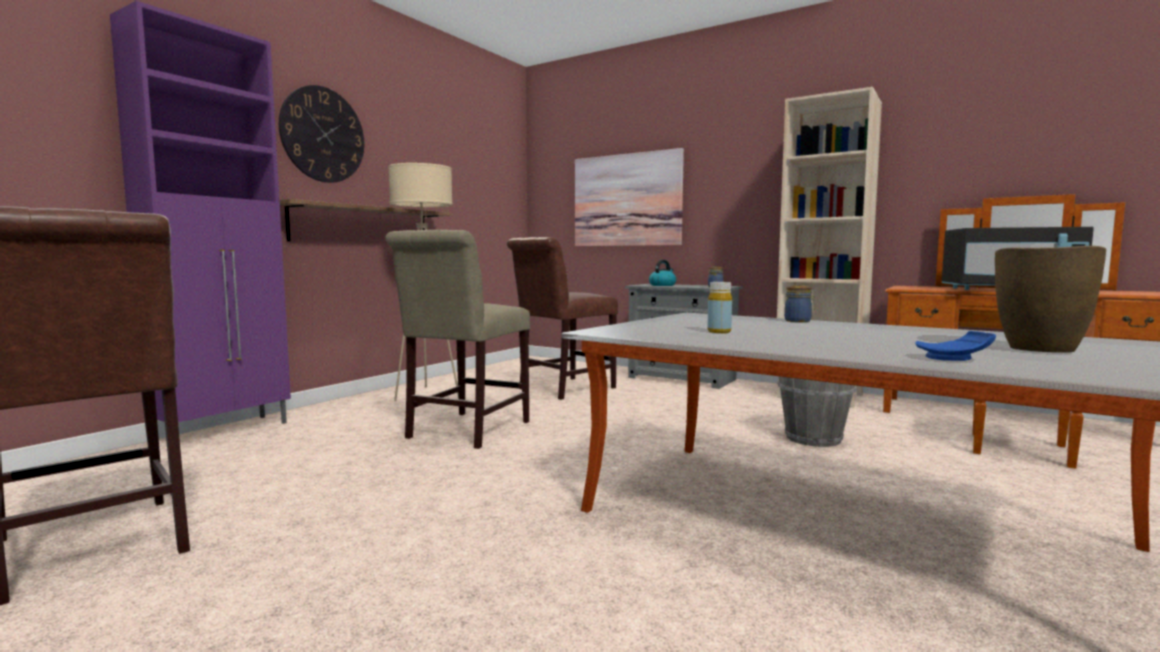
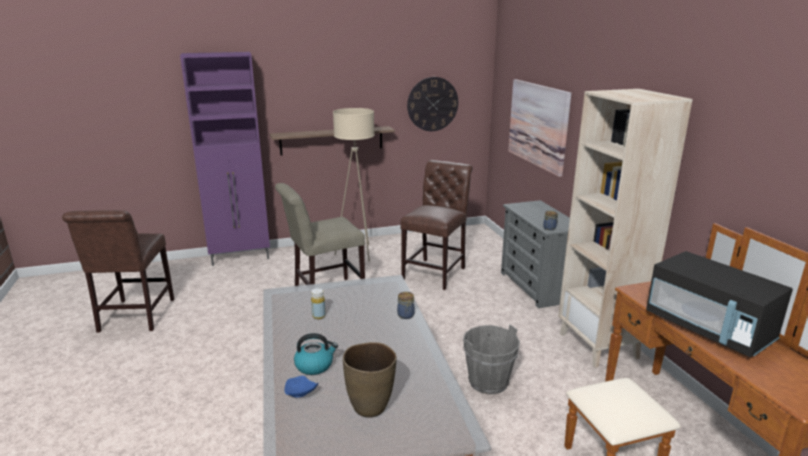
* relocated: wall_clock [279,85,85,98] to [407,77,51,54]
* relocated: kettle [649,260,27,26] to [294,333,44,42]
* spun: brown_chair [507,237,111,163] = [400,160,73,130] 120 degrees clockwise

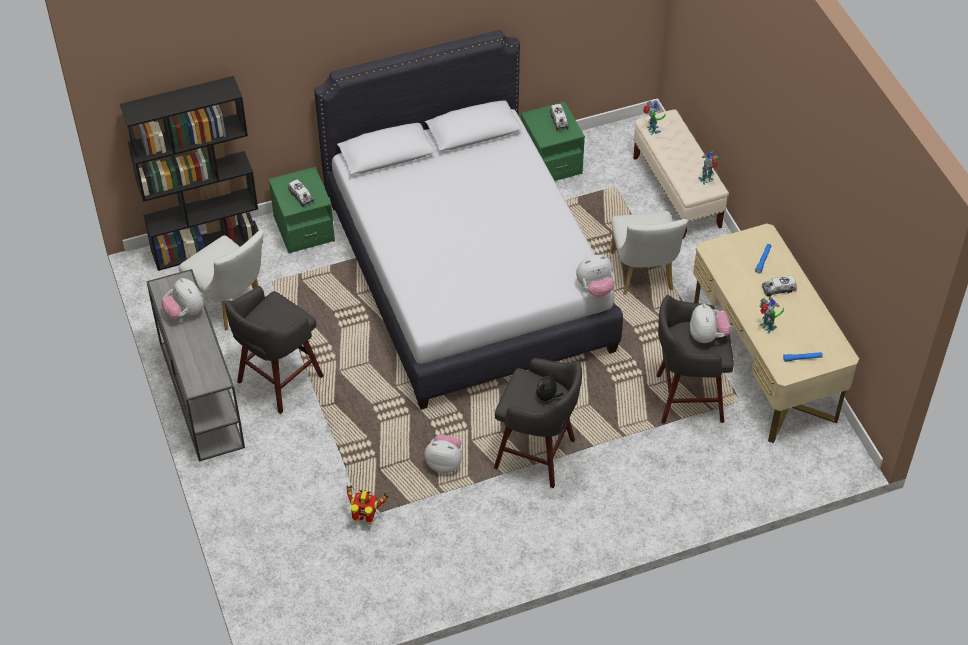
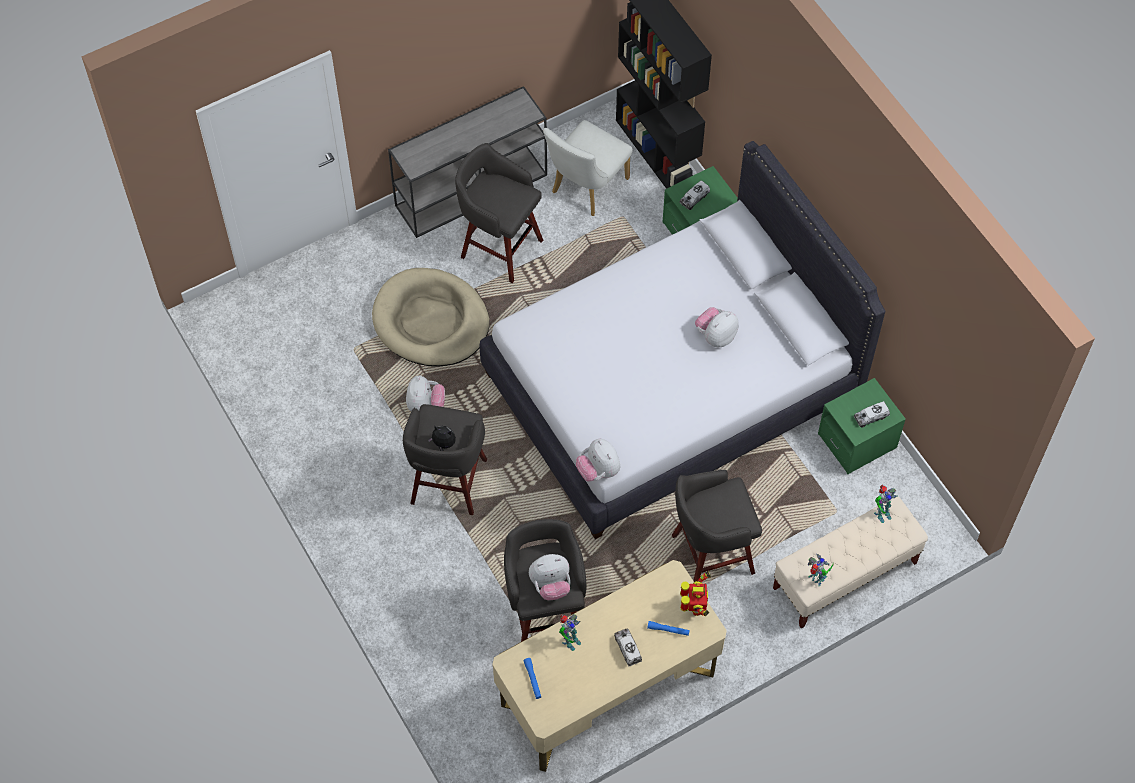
* appeared: beige_dog_bed [372,268,117,99]
* relocated: plush_toy [162,278,42,41] to [695,307,44,40]
* relocated: toy_robot [347,485,42,39] to [680,571,31,46]
* exchanged: white_chair [611,211,77,84] to grey_stool [672,470,90,112]

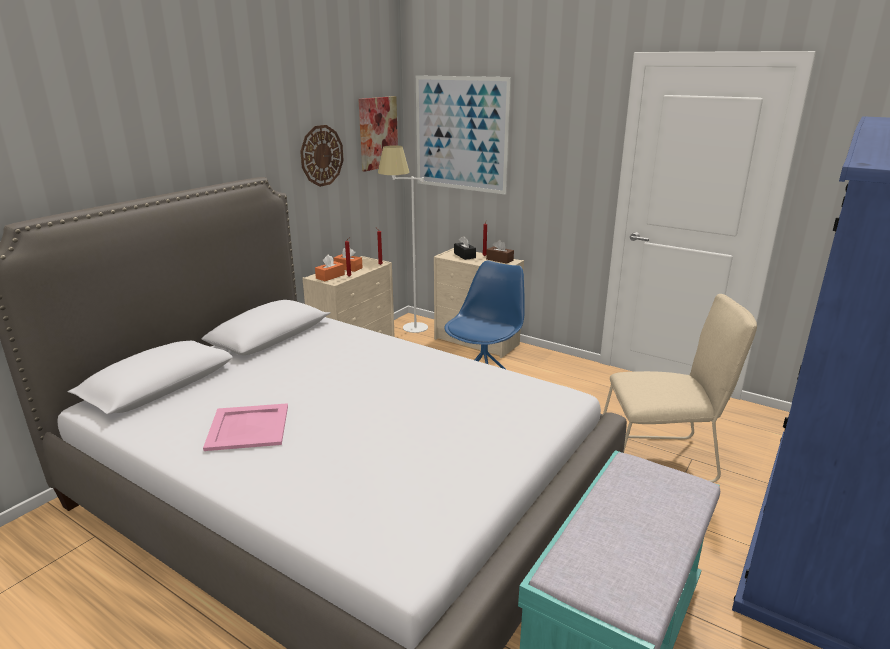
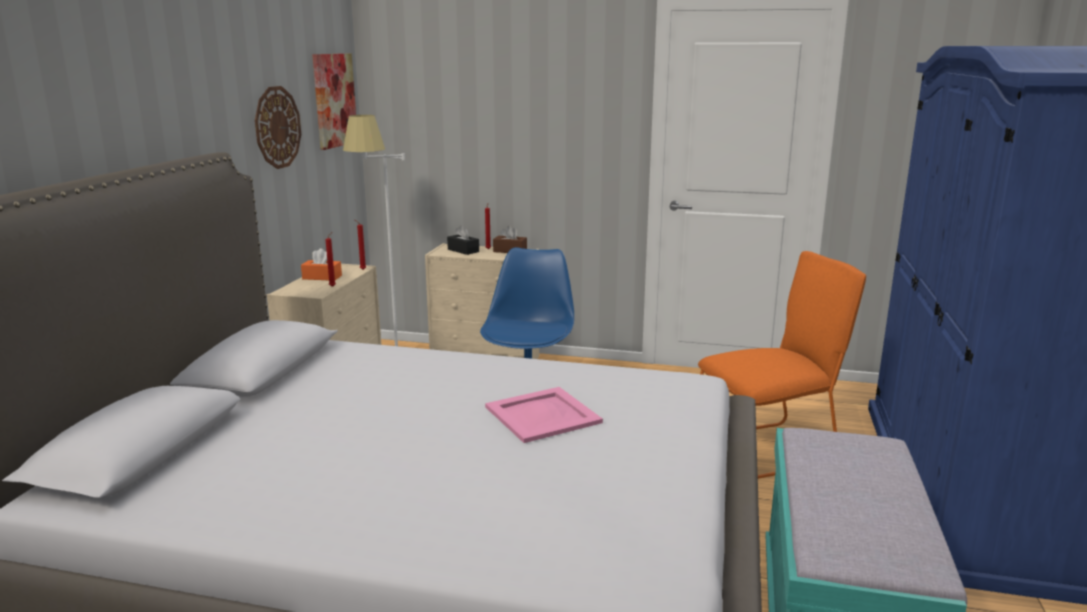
* missing: orange_tissue_box [315,255,30,26]
* missing: picture [416,75,95,120]
* relocated: pink_tray [203,403,85,48] to [485,387,118,56]
* colour: beige_chair [603,294,154,189] to orange_chair [698,251,168,228]

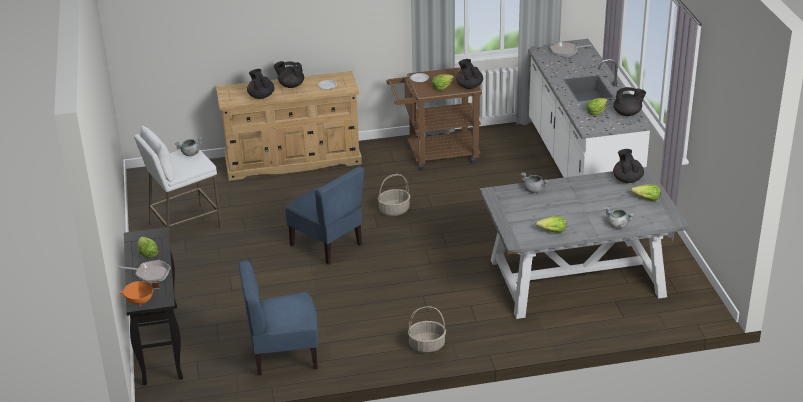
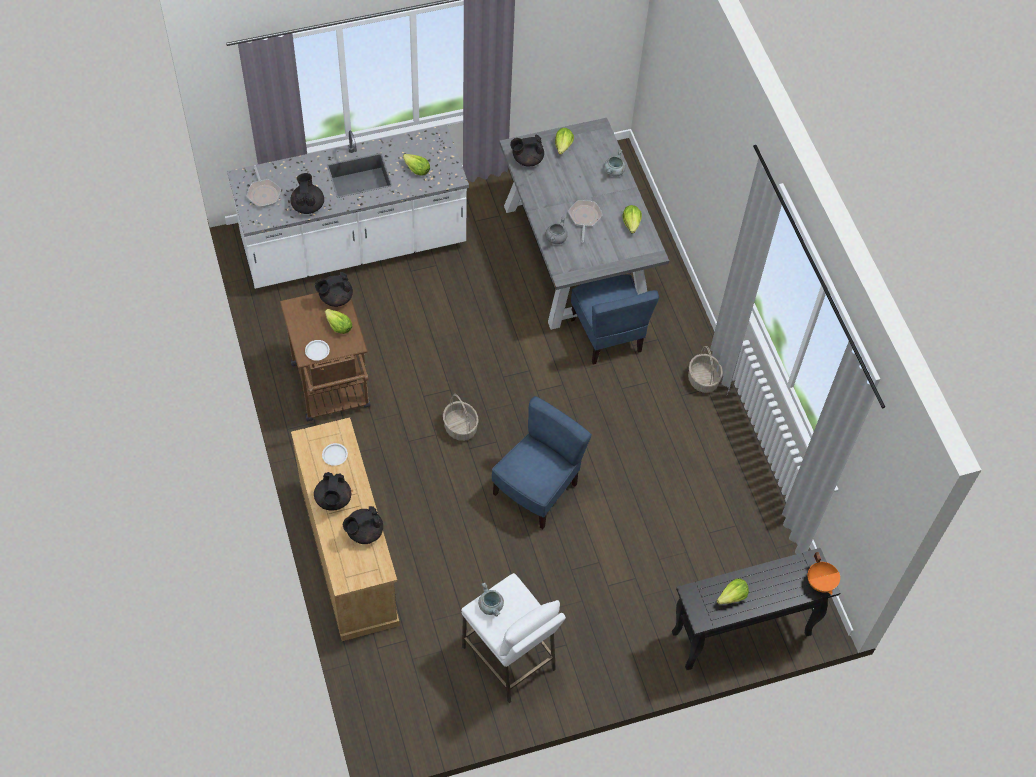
* relocated: frying_pan [118,260,53,23] to [568,200,35,43]
* relocated: blue_chair [239,260,79,115] to [570,274,89,90]
* relocated: black_teapot [613,87,33,29] to [291,173,33,41]

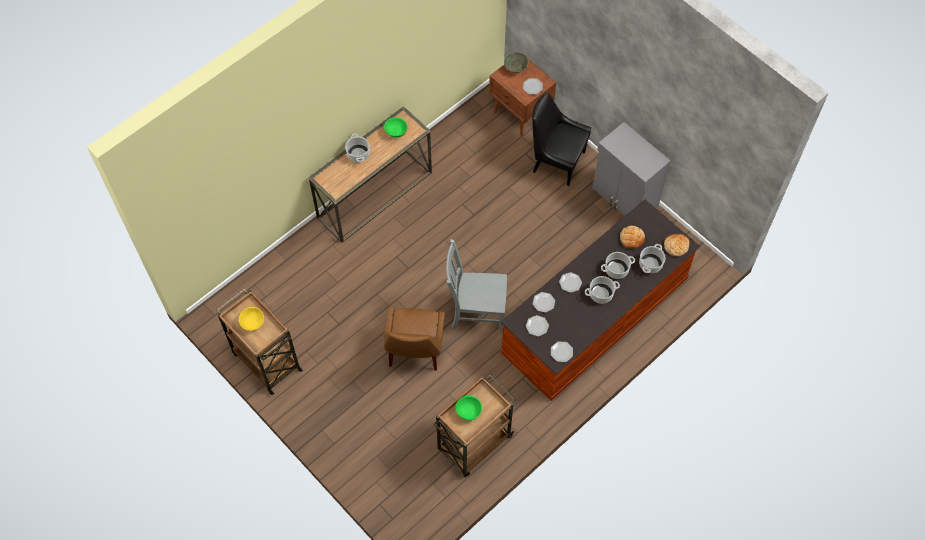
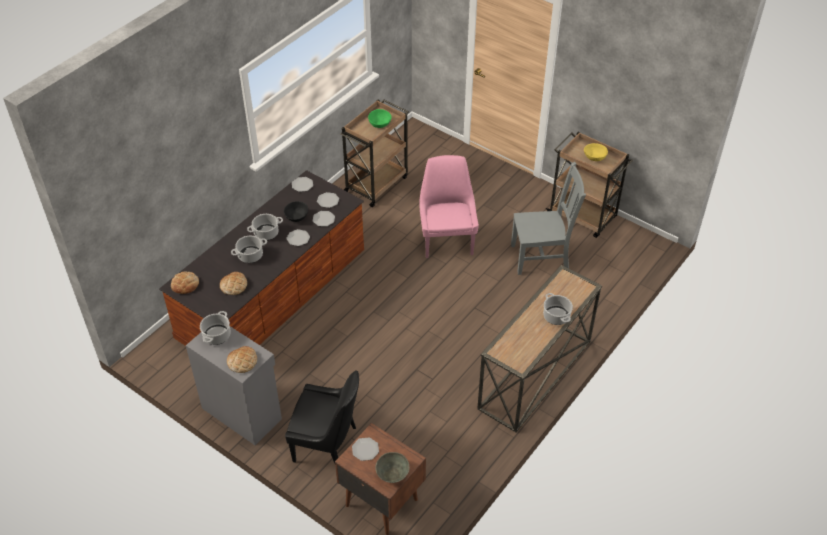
* missing: green_bowl [384,117,23,21]
* appeared: bread [227,346,30,27]
* appeared: black_bowl [284,201,24,21]
* relocated: grey_chair [446,239,61,93] to [511,162,75,113]
* relocated: cooking_pot [639,244,27,29] to [200,311,31,34]
* colour: brown_chair [384,308,61,63] to pink_chair [419,155,60,103]

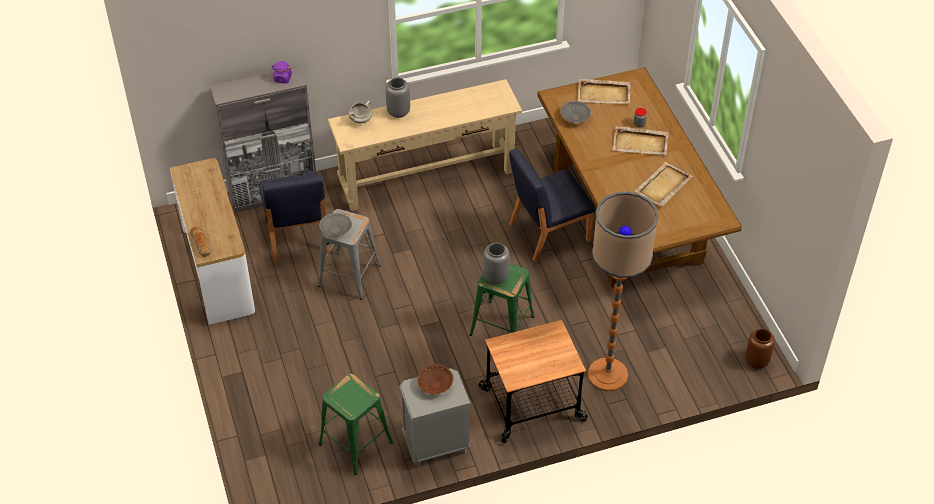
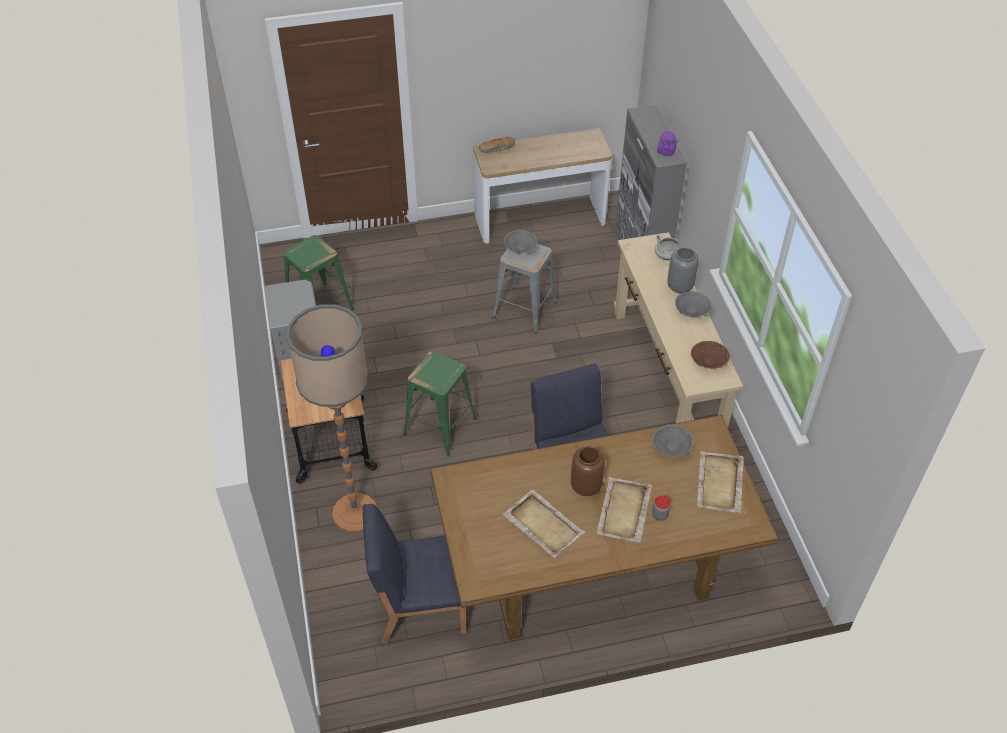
* missing: grey_vase [483,243,27,41]
* appeared: grey_bowl [675,291,37,26]
* relocated: blue_chair [259,172,71,90] to [363,504,103,140]
* relocated: brown_bowl [417,364,36,30] to [691,341,39,28]
* relocated: brown_vase [745,329,30,39] to [571,446,34,50]

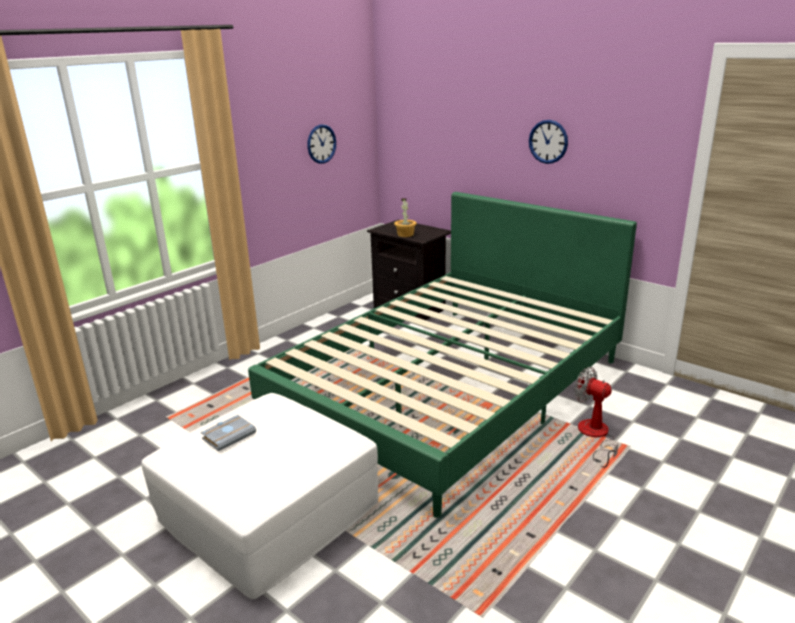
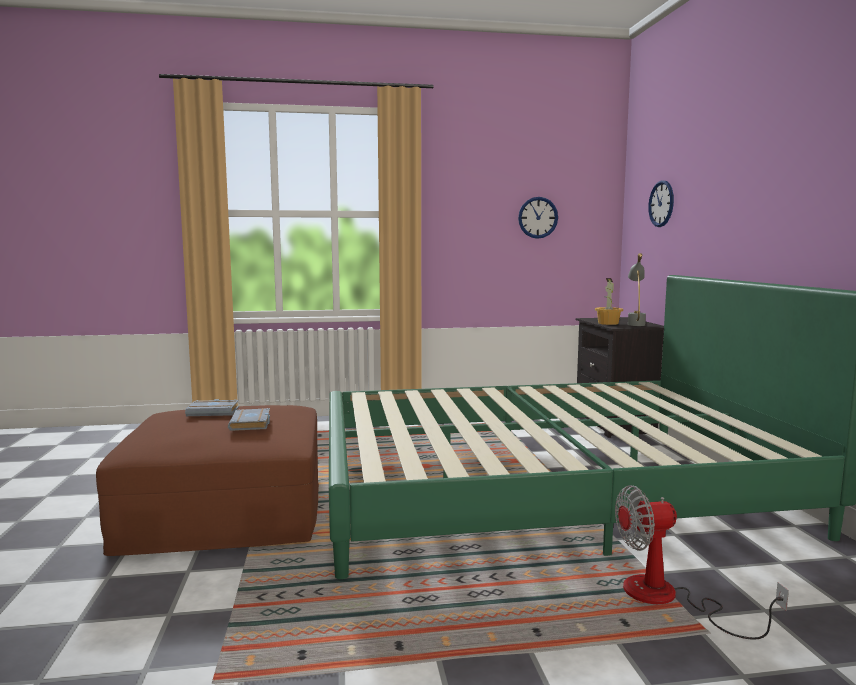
* appeared: grey_book [228,408,42,23]
* appeared: grey_table_lamp [628,253,18,73]
* relocated: wall_clock [529,120,39,44] to [648,180,26,47]
* colour: white_ottoman [141,393,237,206] to brown_ottoman [96,405,223,151]
* spun: fan [575,367,44,101] = [615,485,174,155] 90 degrees counterclockwise

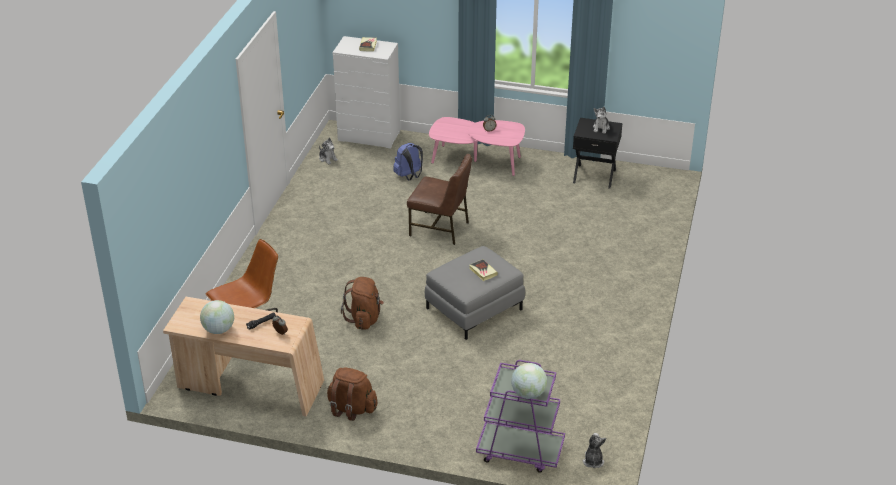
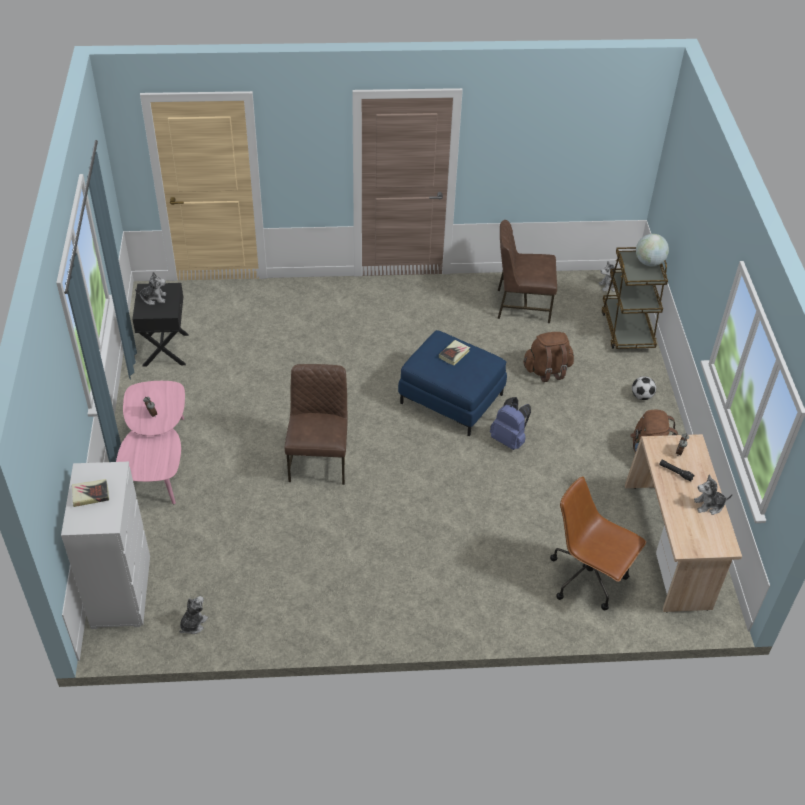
* appeared: brown_chair [498,220,59,103]
* appeared: football [632,376,24,24]
* relocated: brown_backpack [341,277,43,53] to [523,332,51,50]
* relocated: blue_backpack [393,143,30,37] to [490,397,41,53]
* exchanged: globe [200,300,34,34] to plush_toy [694,474,39,41]
* colour: grey_ottoman [425,246,100,94] to blue_ottoman [398,330,109,106]
* colour: purple_cart [476,360,89,113] to brown_cart [602,247,66,102]

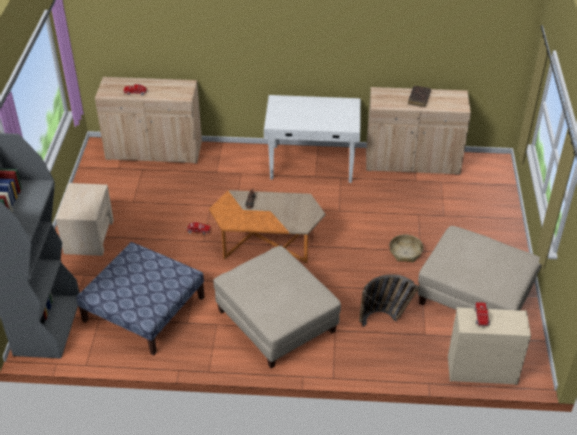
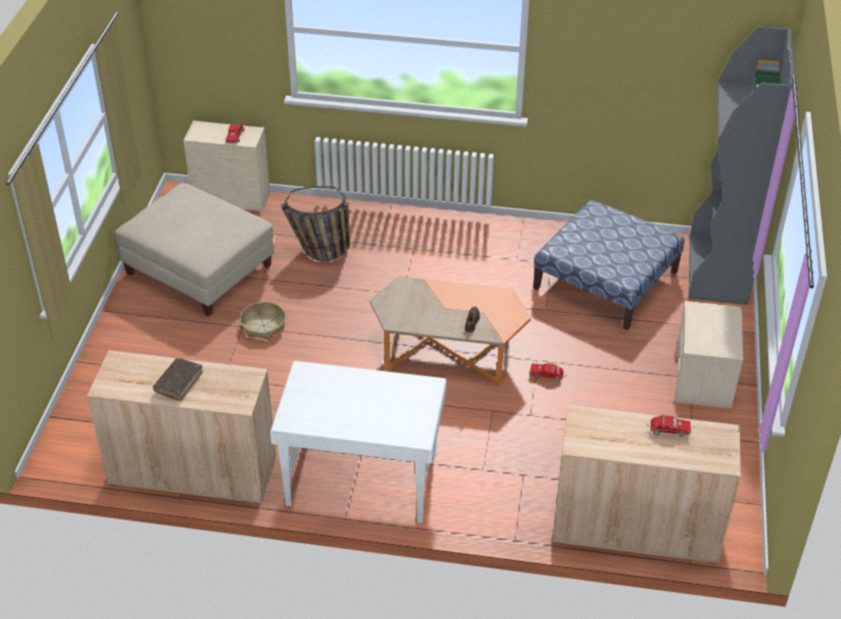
* missing: beige_ottoman [214,246,127,122]

